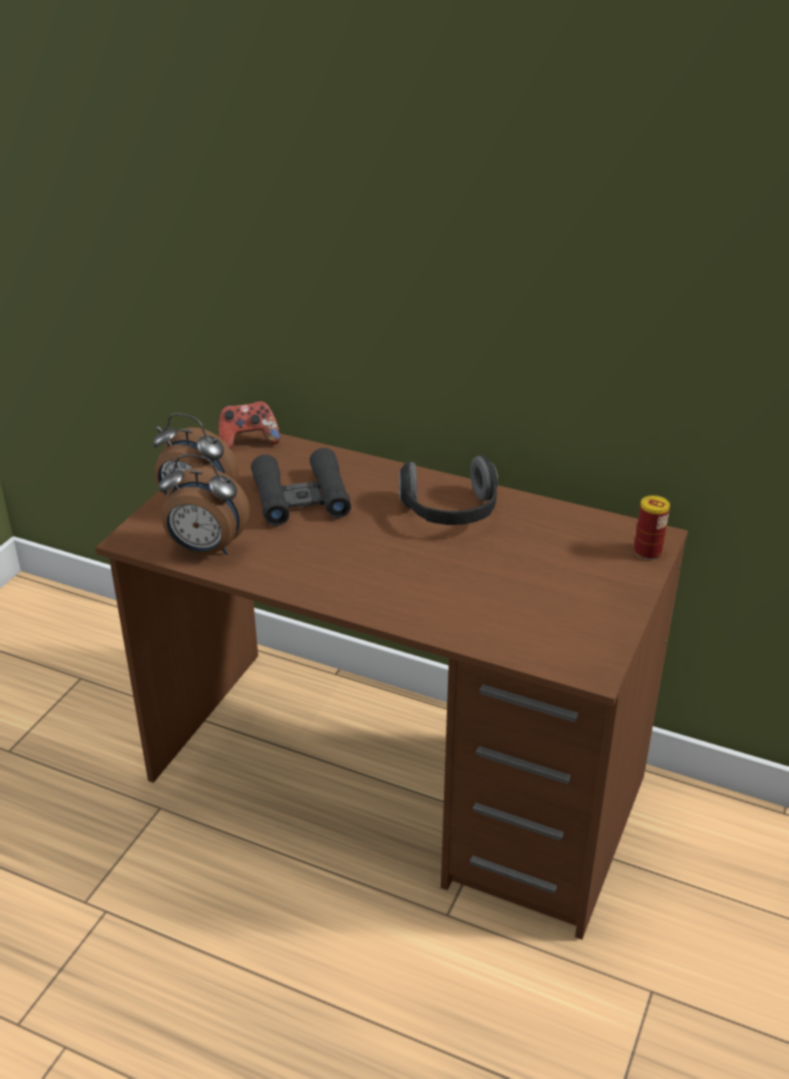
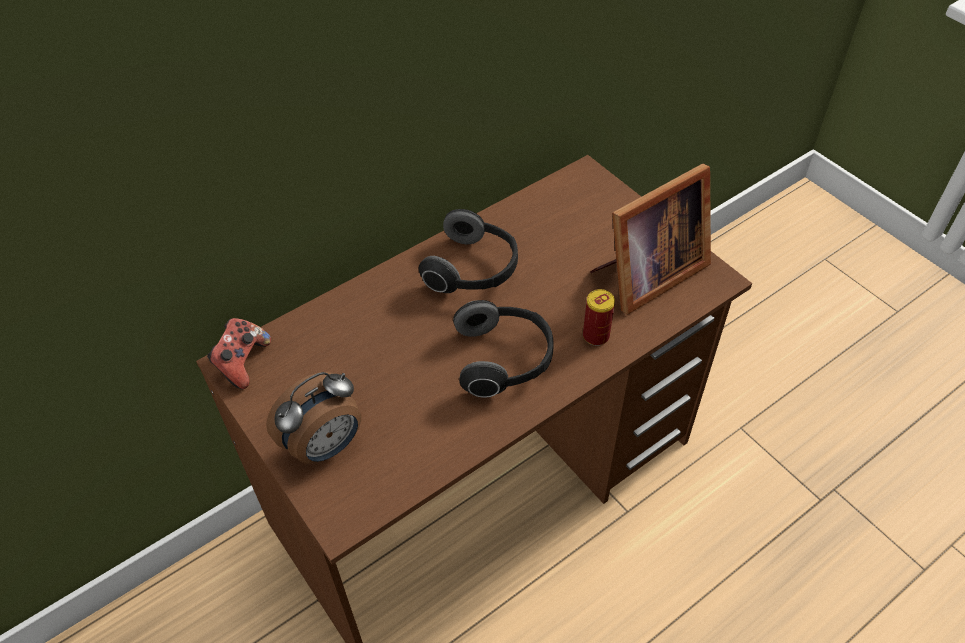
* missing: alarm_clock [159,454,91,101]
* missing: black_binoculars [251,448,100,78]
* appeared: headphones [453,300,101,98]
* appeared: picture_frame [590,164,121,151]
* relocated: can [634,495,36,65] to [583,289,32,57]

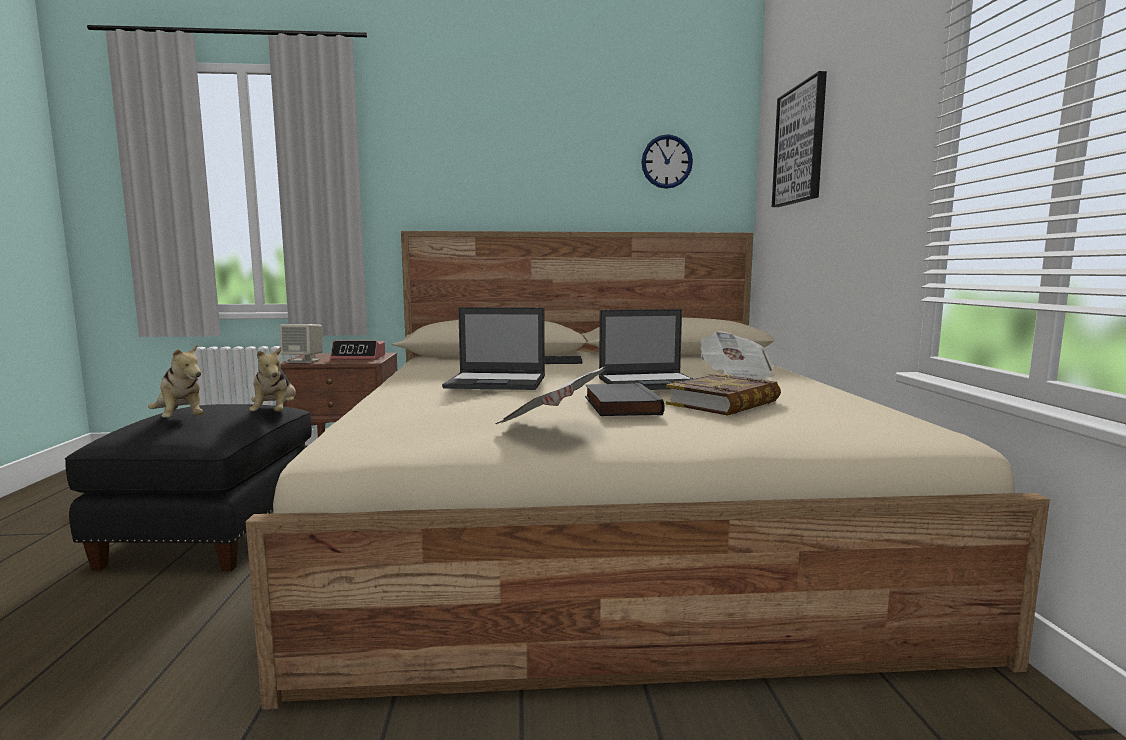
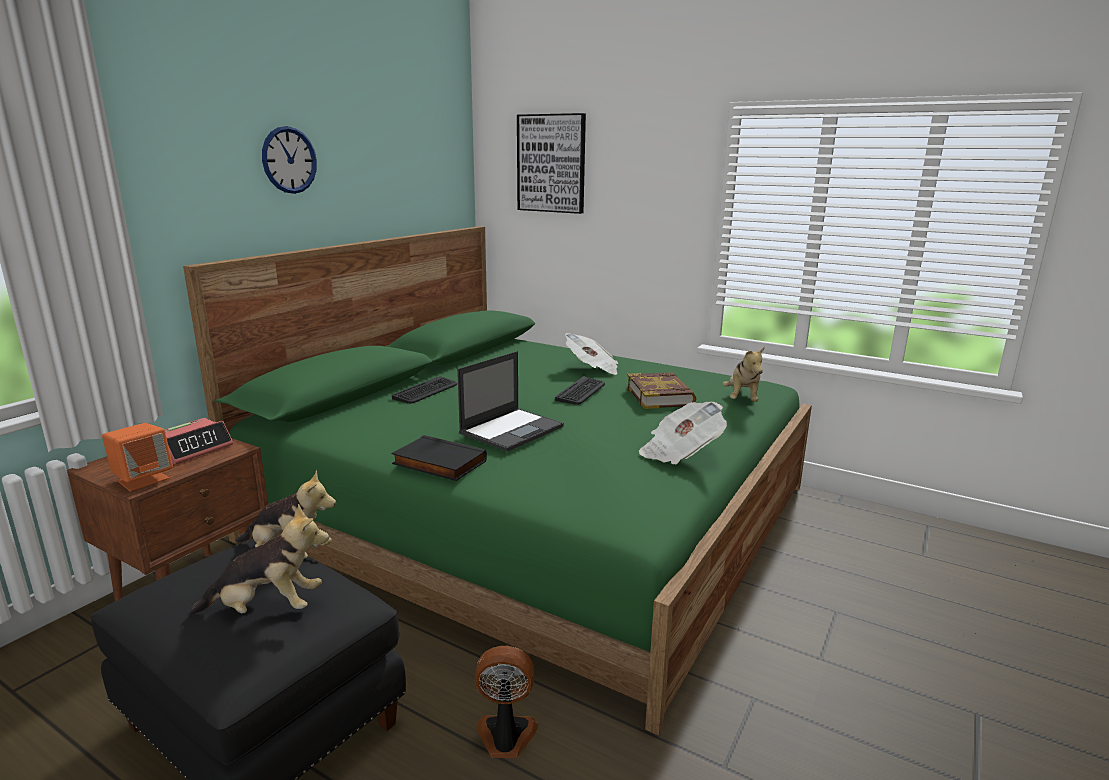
* appeared: fan [475,646,63,112]
* appeared: plush_toy [723,346,42,56]
* relocated: black_book [585,383,80,33] to [391,435,96,46]
* relocated: wall_clock [641,134,52,55] to [262,126,55,68]
* exchanged: laptop [599,309,94,81] to keyboard [555,377,50,28]
* colour: beige_bed [246,231,804,479] to green_bed [183,226,629,509]
* colour: beige_speaker [280,324,43,39] to orange_speaker [102,423,71,68]

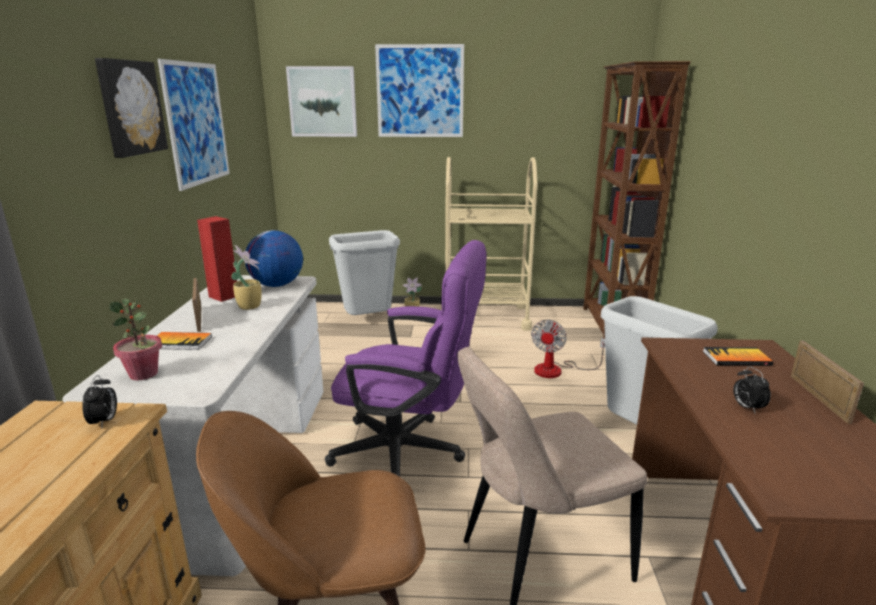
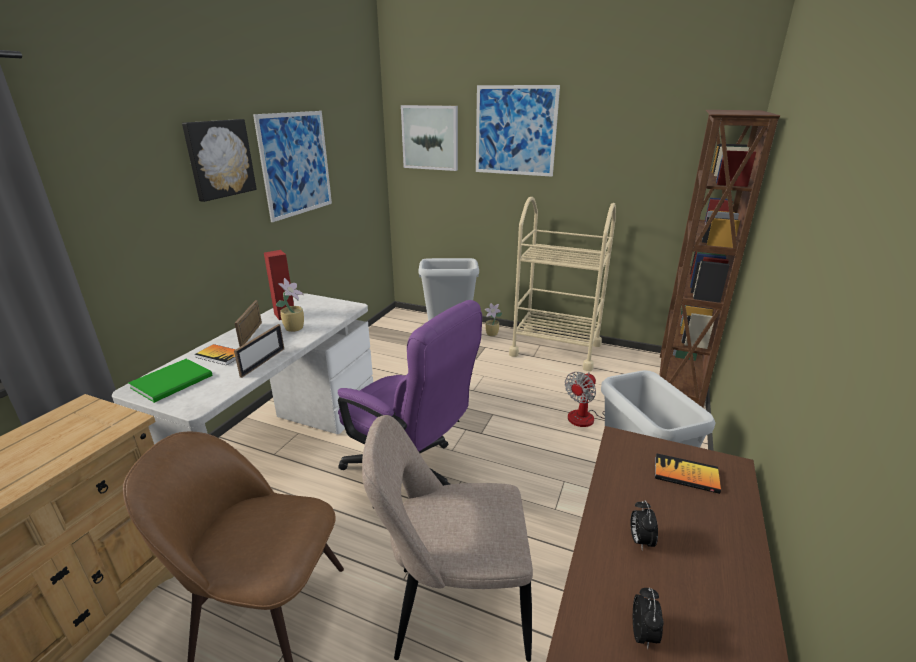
* missing: globe [245,230,58,57]
* relocated: alarm_clock [82,375,35,53] to [633,588,31,61]
* relocated: picture_frame [791,340,73,84] to [234,324,50,54]
* exchanged: potted_plant [109,298,53,82] to green_book [129,359,83,44]

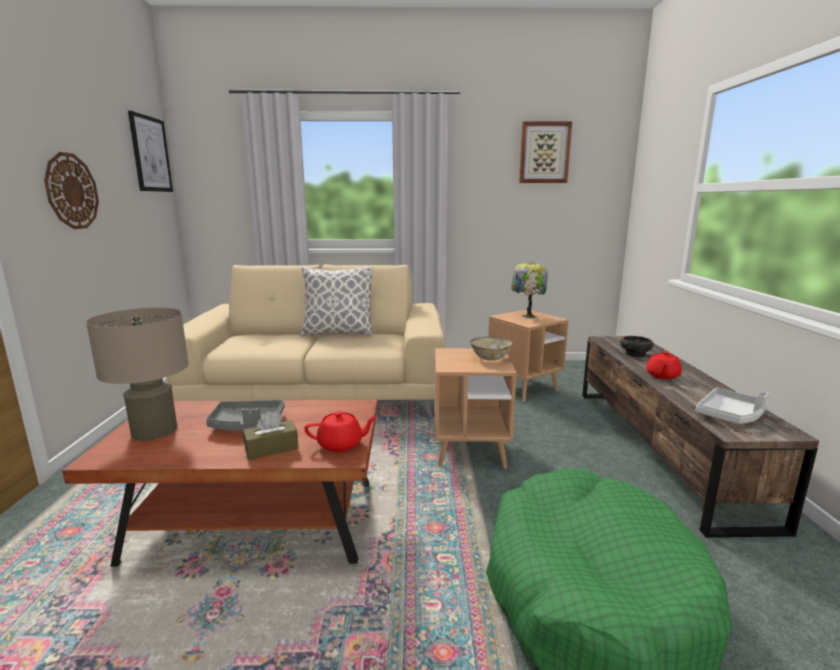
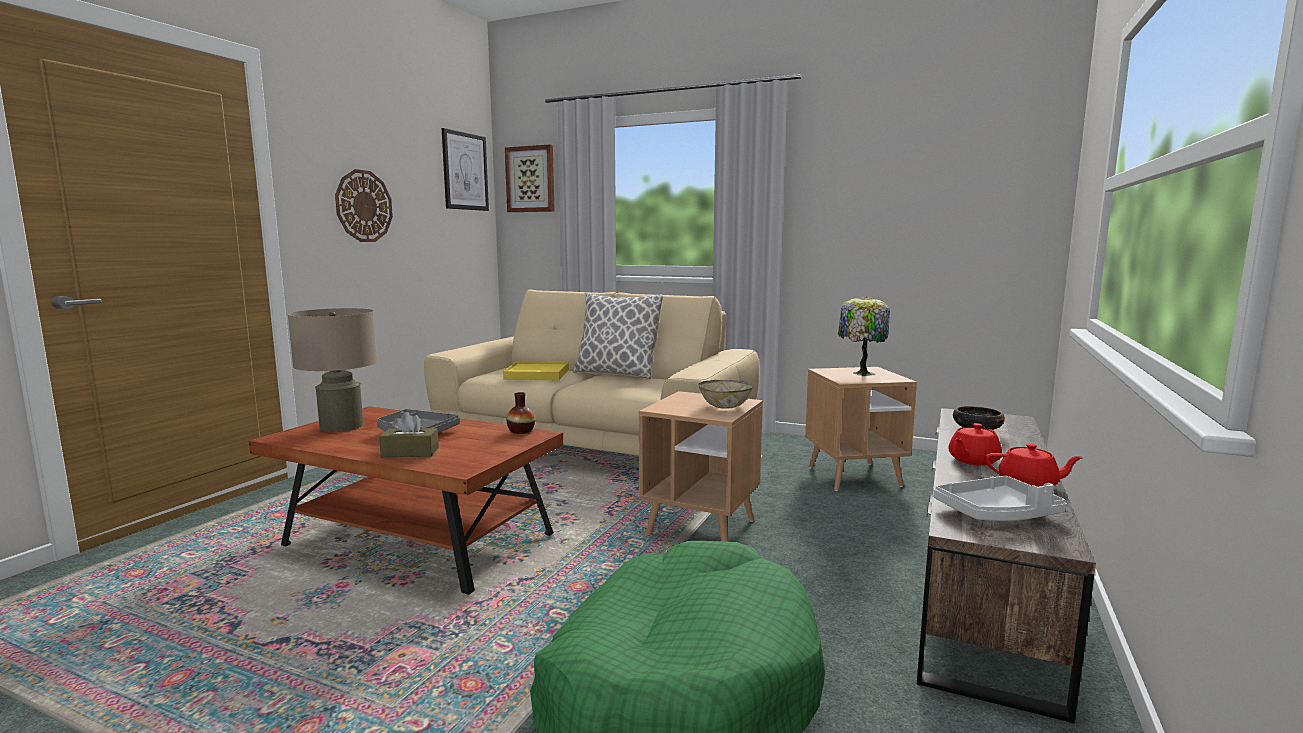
* appeared: yellow_tray [503,361,66,19]
* appeared: vase [507,392,28,42]
* relocated: red_teapot [304,411,74,41] to [985,443,99,44]
* relocated: picture [519,121,53,62] to [505,144,50,68]

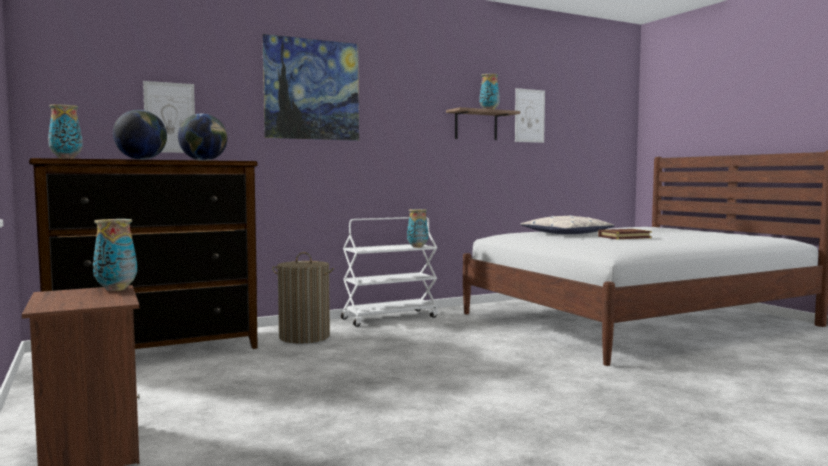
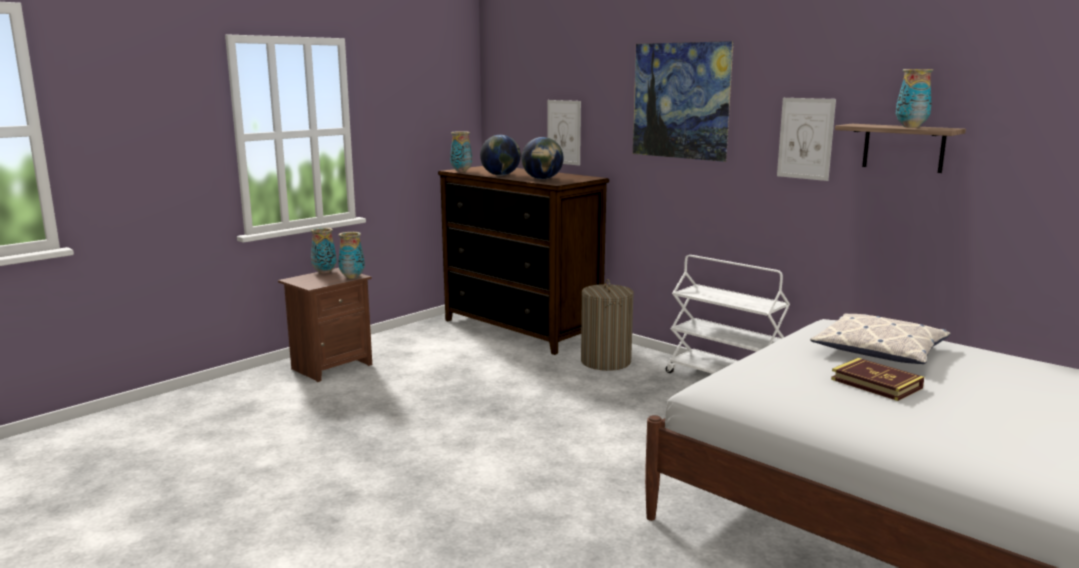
* relocated: vase [407,209,21,39] to [311,228,26,46]
* relocated: picture [515,88,30,55] to [777,98,59,83]

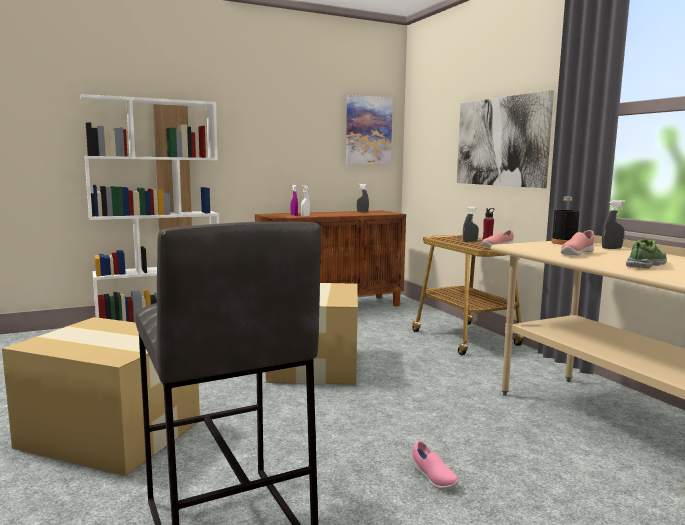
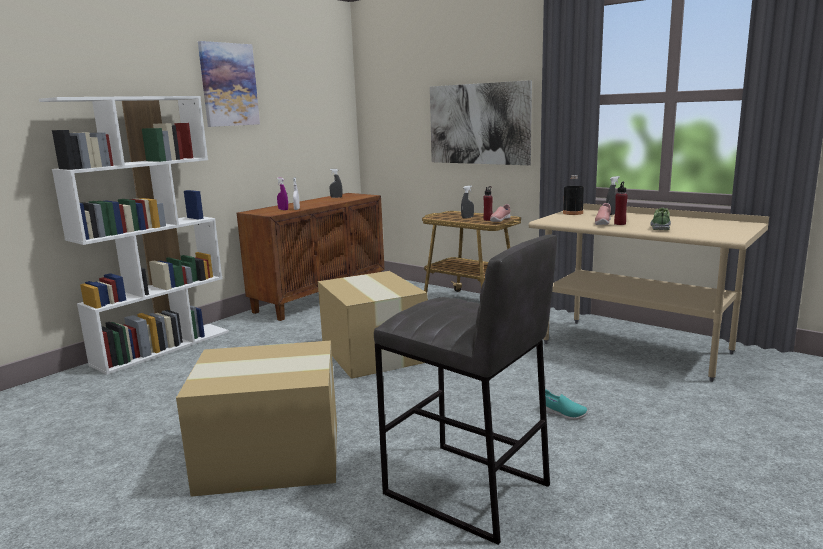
* appeared: red_bottle [614,182,14,43]
* relocated: picture [346,95,47,69] to [198,41,62,86]
* colour: pink_shoe [412,441,47,48] to turquoise_shoe [539,389,49,31]

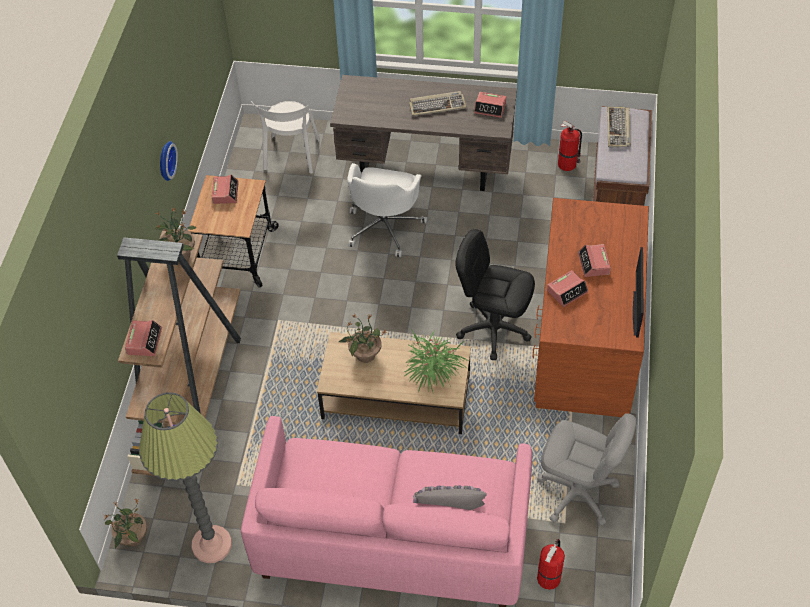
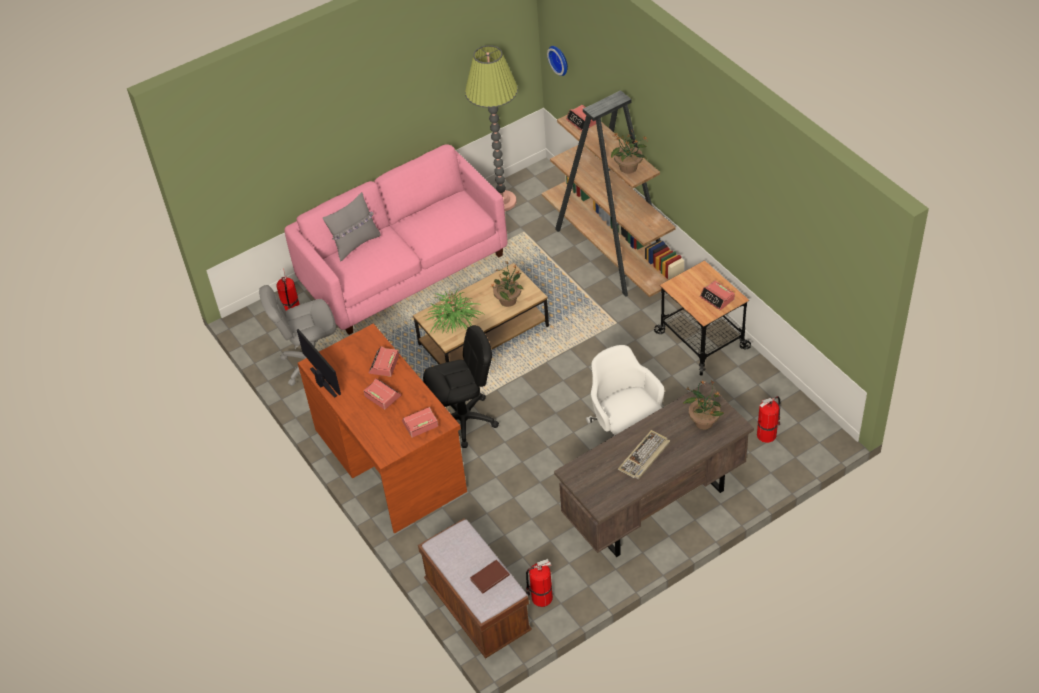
* relocated: potted_plant [104,499,43,50] to [683,380,41,50]
* relocated: wall_clock [160,141,18,40] to [547,46,21,30]
* relocated: alarm_clock [474,92,32,26] to [402,407,36,31]
* exchanged: white_chair [251,101,69,73] to fire_extinguisher [757,396,23,47]
* exchanged: keyboard [607,107,24,40] to brown_book [470,560,40,33]

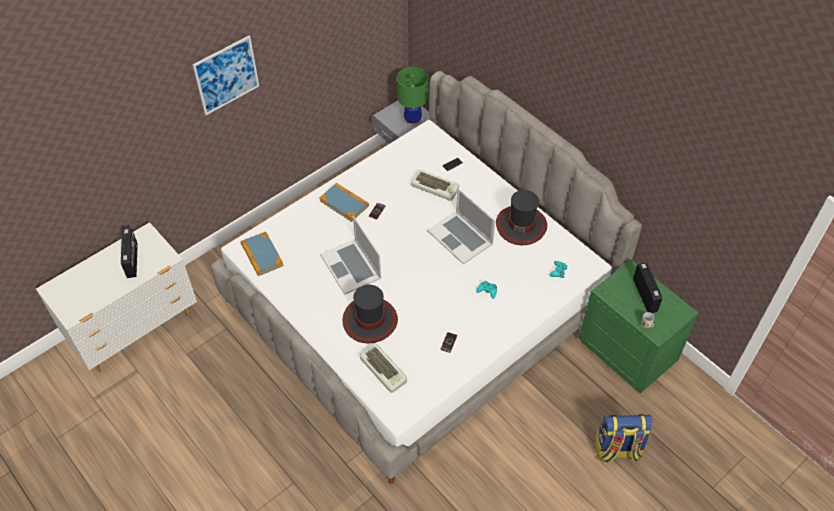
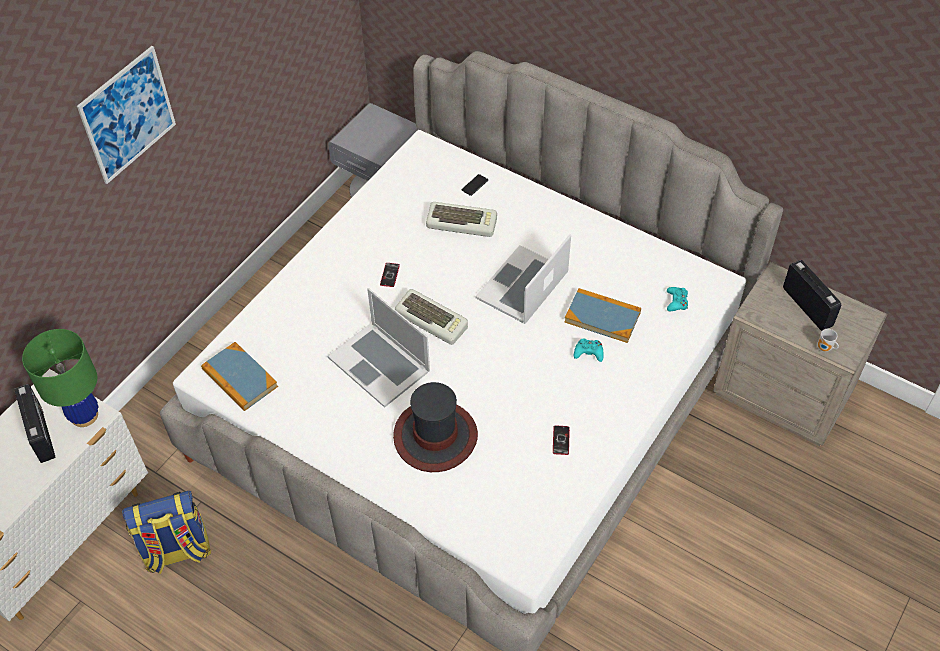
* missing: hat [496,190,51,55]
* relocated: book [320,183,49,39] to [565,288,76,55]
* relocated: keyboard [360,343,47,50] to [395,289,73,56]
* relocated: green_table_lamp [397,67,31,59] to [22,329,77,98]
* relocated: backpack [595,414,57,50] to [122,491,89,83]
* colour: green_nightstand [579,259,120,134] to beige_nightstand [713,262,174,184]
* spun: laptop [427,188,68,77] = [475,234,96,90] 90 degrees clockwise

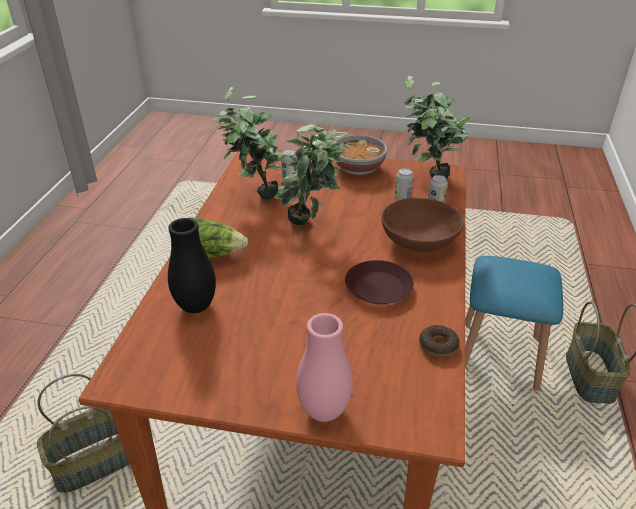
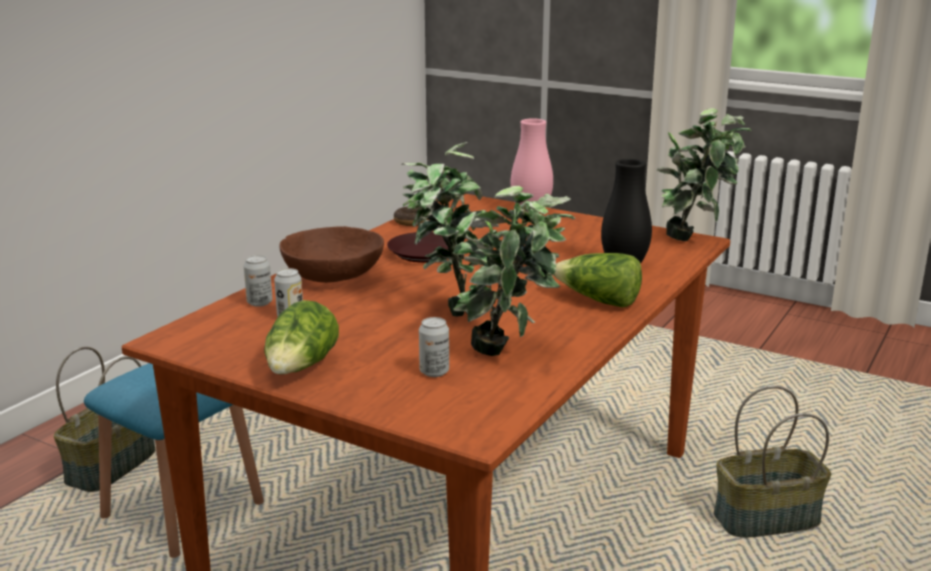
* relocated: potted_plant [404,76,67,103] to [657,108,95,133]
* exchanged: bowl [335,135,52,40] to lettuce [264,300,75,74]

